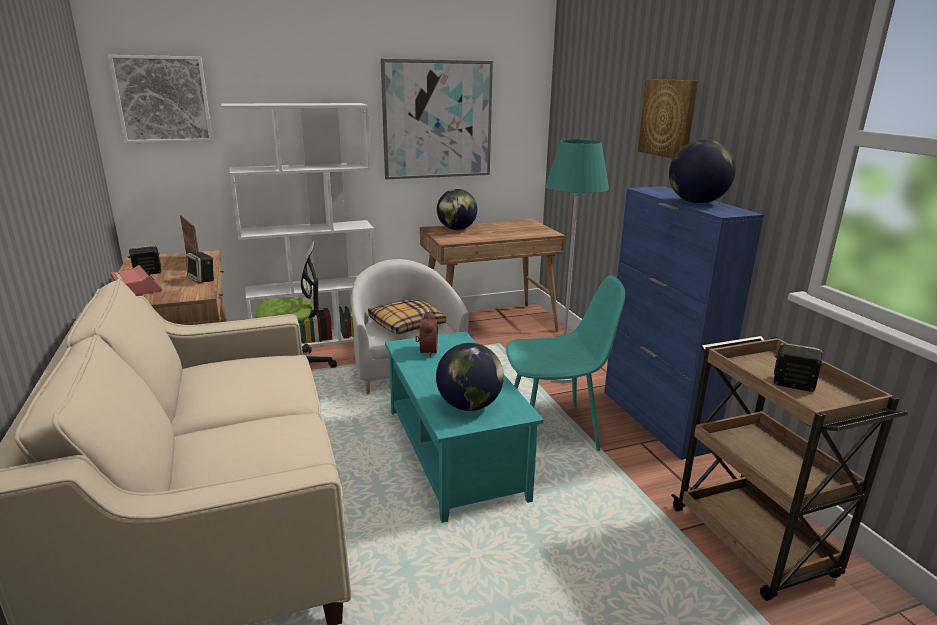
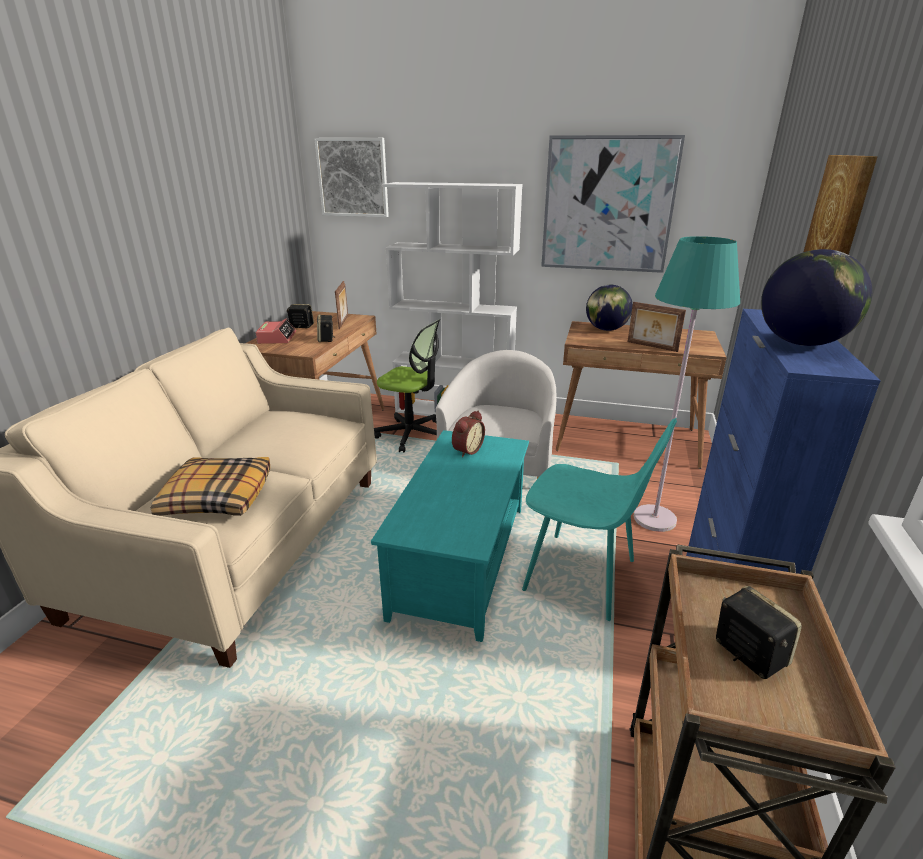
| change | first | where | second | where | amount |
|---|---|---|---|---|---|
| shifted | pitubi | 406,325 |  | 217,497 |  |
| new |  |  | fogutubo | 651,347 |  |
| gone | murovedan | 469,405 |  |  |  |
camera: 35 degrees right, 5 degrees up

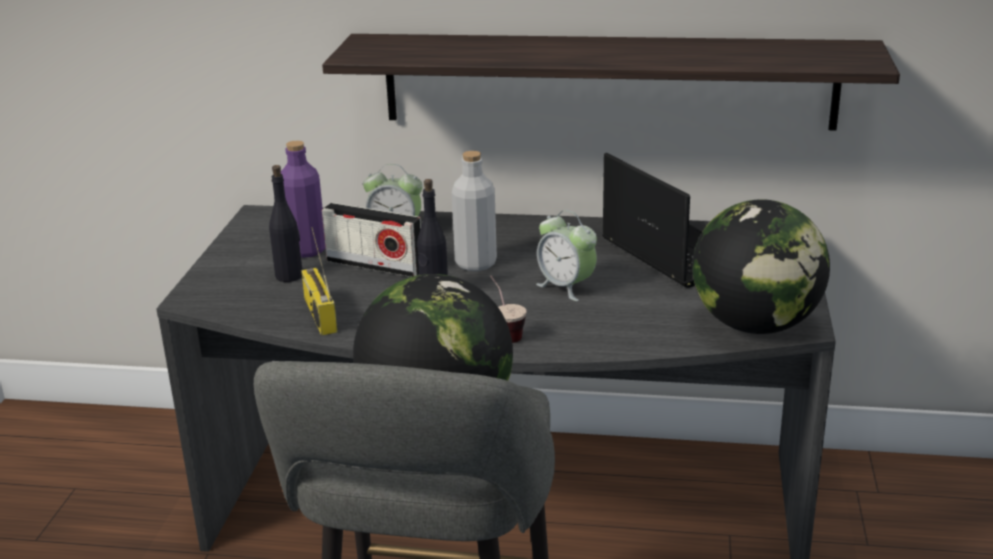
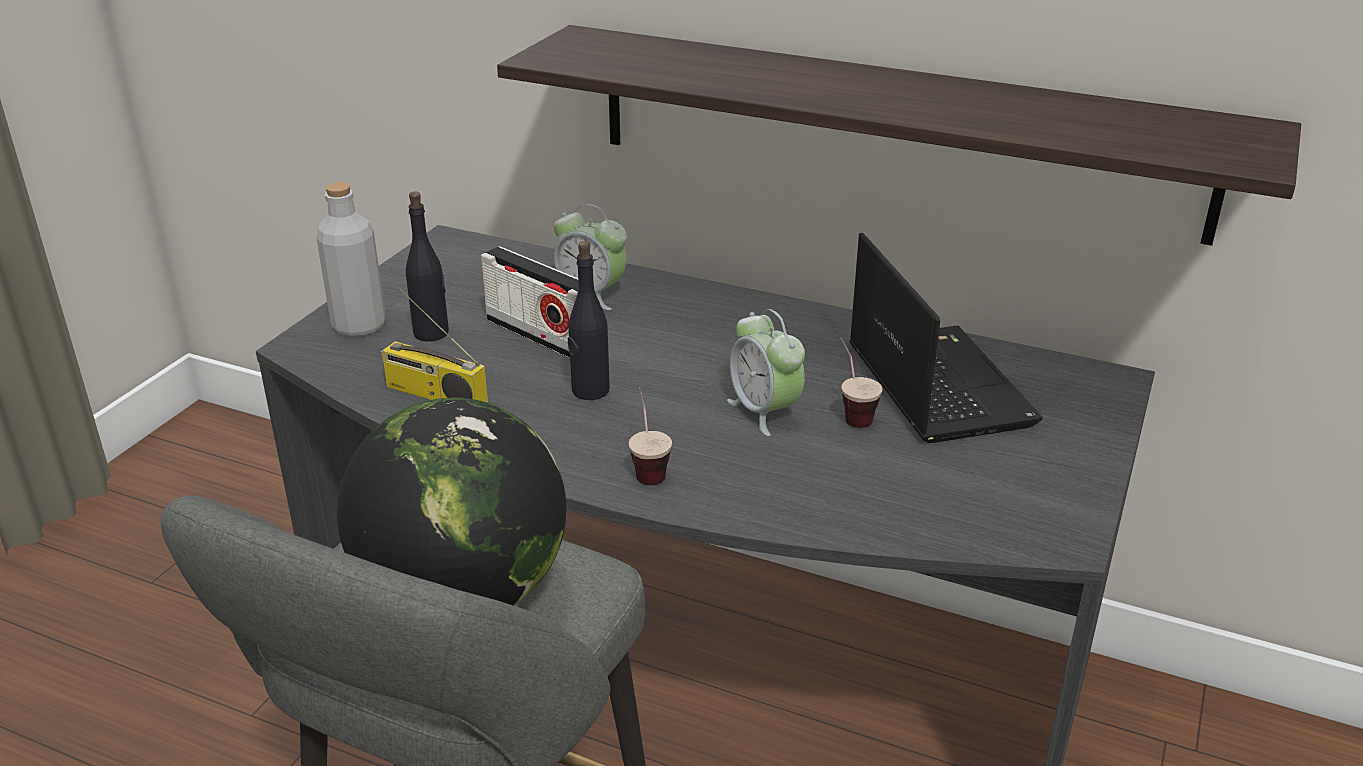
| change | first | where | second | where | amount |
|---|---|---|---|---|---|
| shifted | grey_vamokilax | 476,263 |  | 359,326 |  |
| rotated | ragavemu | 318,314 |  | 433,395 | 60 degrees counterclockwise |
| new |  |  | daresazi | 851,412 |  |
| gone | purple_vamokilax | 306,250 |  |  |  |
| gone | murovedan | 755,325 |  |  |  |
camera: 15 degrees right, 5 degrees up

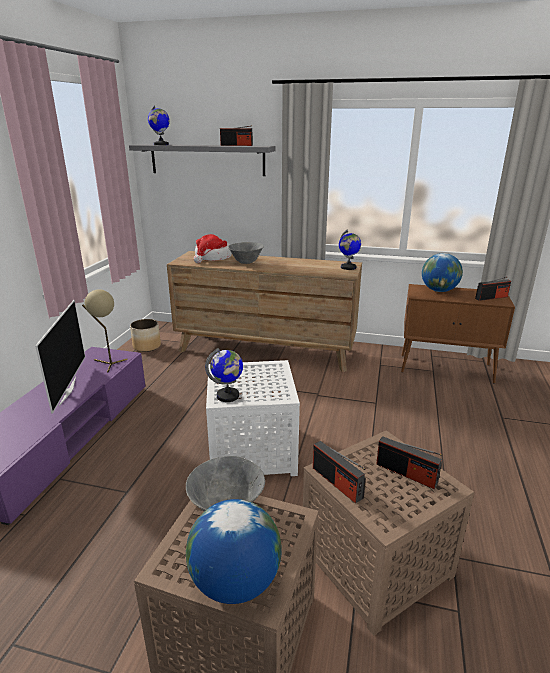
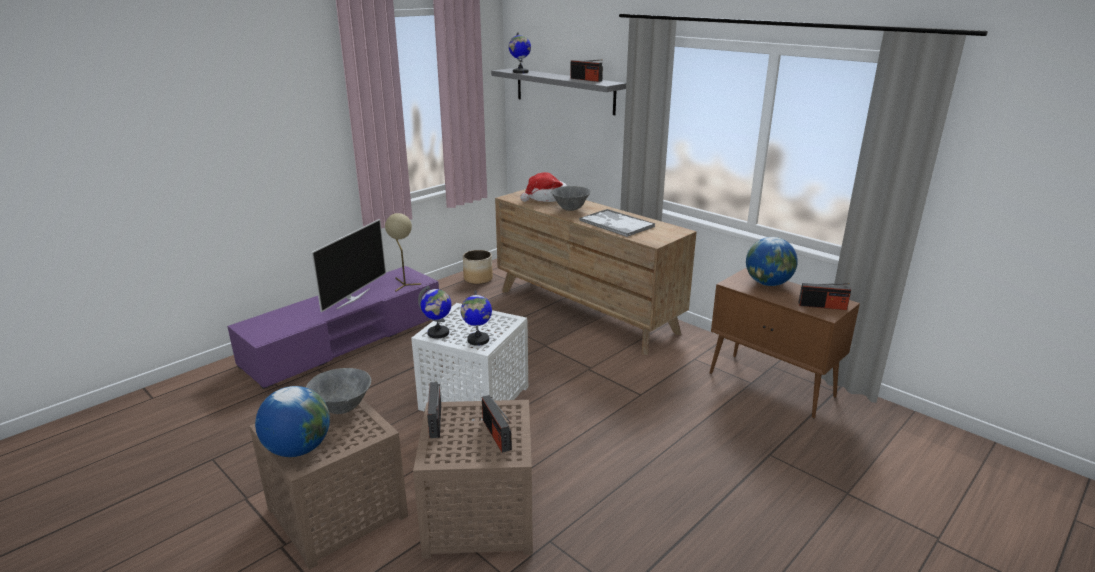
| change | first | where | second | where | amount |
|---|---|---|---|---|---|
| shifted | murovedan | 348,267 |  | 478,340 |  |
| new |  |  | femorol | 616,223 |  |
camera: 30 degrees right, 0 degrees up

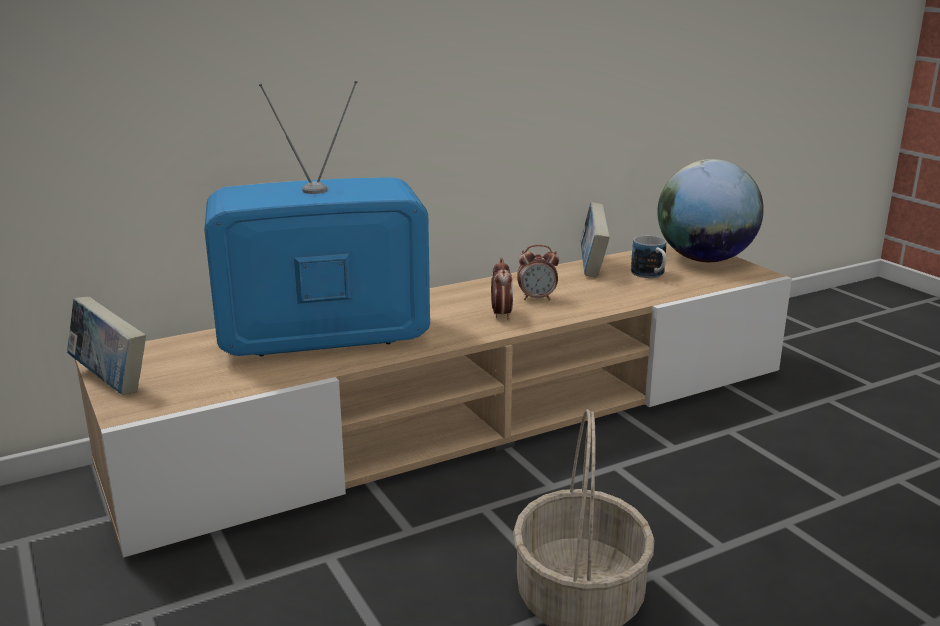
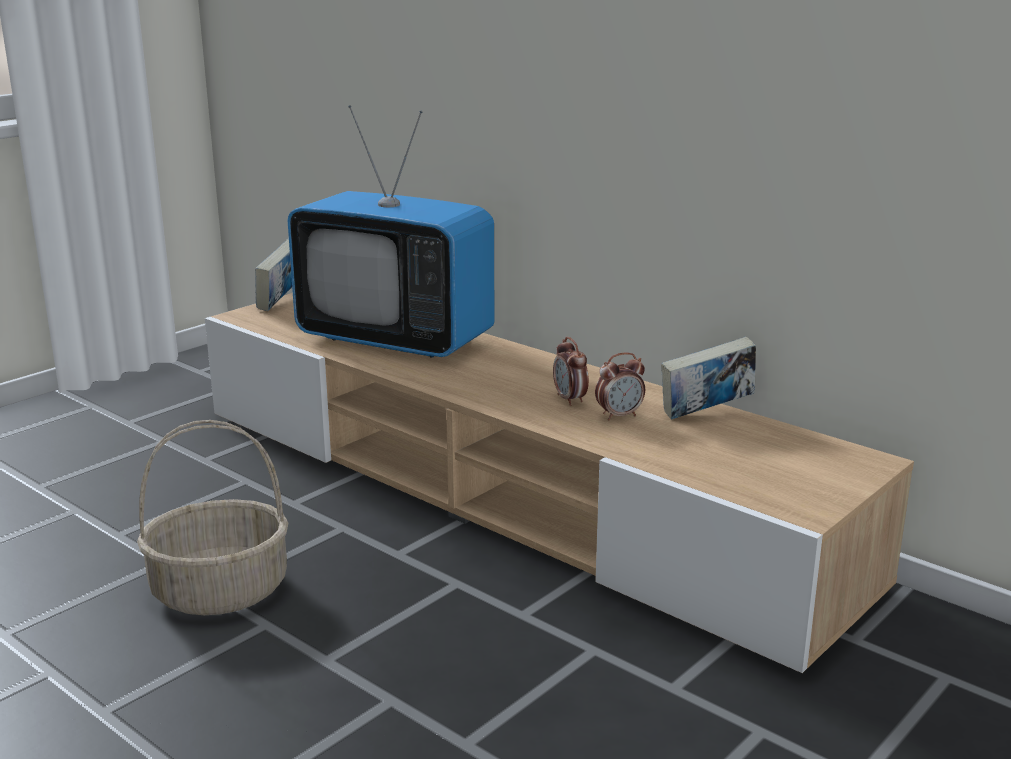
| change | first | where | second | where | amount |
|---|---|---|---|---|---|
| rotated | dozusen | 323,339 |  | 395,340 | 150 degrees clockwise |
| shifted | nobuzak | 501,314 |  | 619,415 |  |
| gone | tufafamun | 651,275 |  |  |  |
| gone | murovedan | 704,259 |  |  |  |
camera: 70 degrees right, 0 degrees up

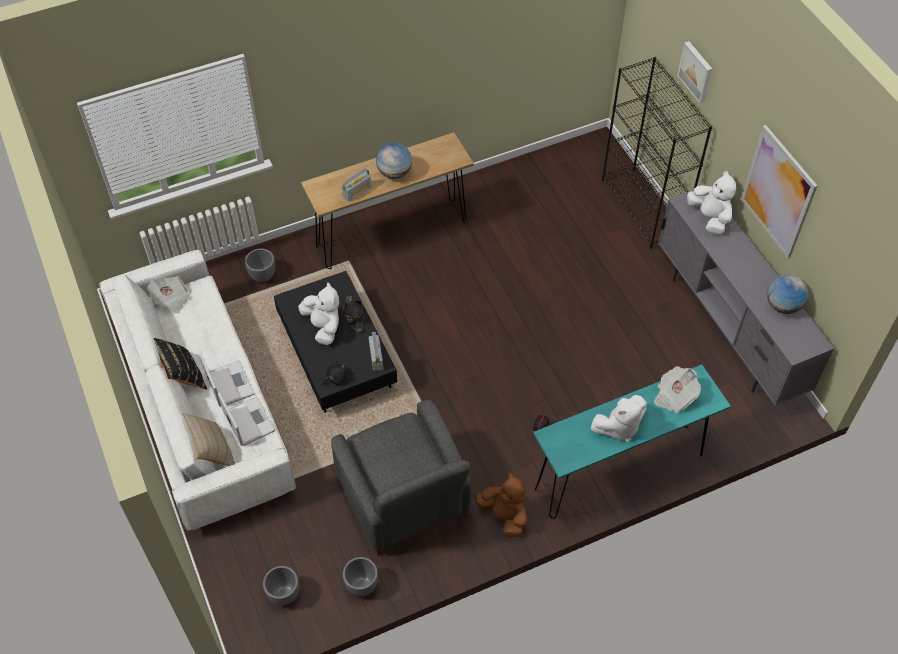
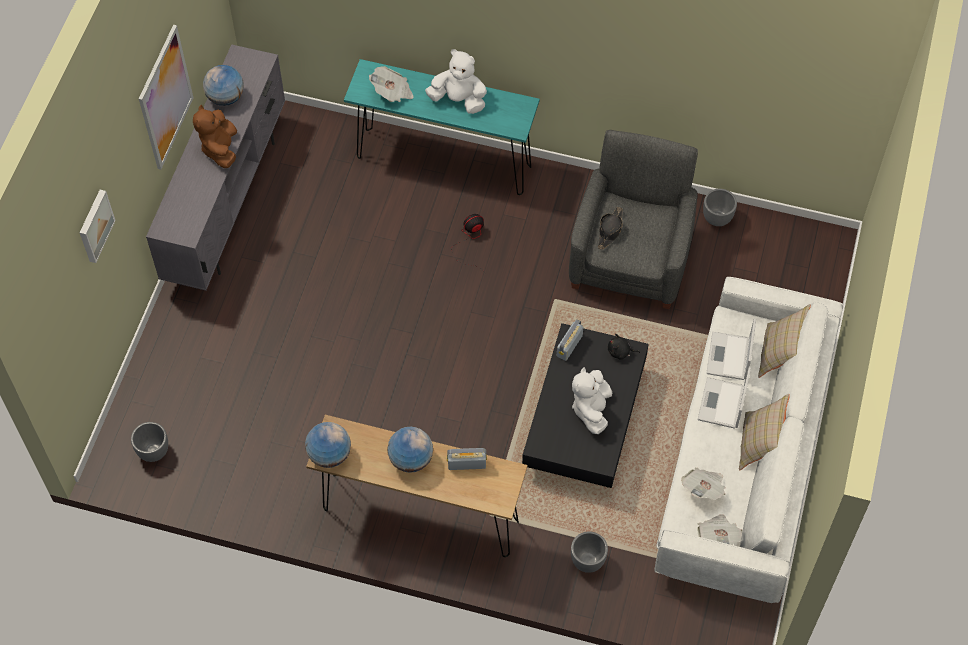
| change | first | where | second | where | amount |
|---|---|---|---|---|---|
| shifted | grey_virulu | 283,594 |  | 154,452 |  |
| shifted | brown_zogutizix | 504,516 |  | 220,149 |  |
| new |  |  | murovedan | 329,454 |  |
| shifted | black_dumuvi | 354,315 |  | 610,230 |  |
| new |  |  | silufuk | 704,488 |  |
| repainted | black_pitubi | 181,375 | beige_pitubi | 760,444 |  |
| gone | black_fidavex | 642,208 |  |  |  |
| gone | white_zogutizix | 709,217 |  |  |  |
camera: 140 degrees left, 5 degrees up

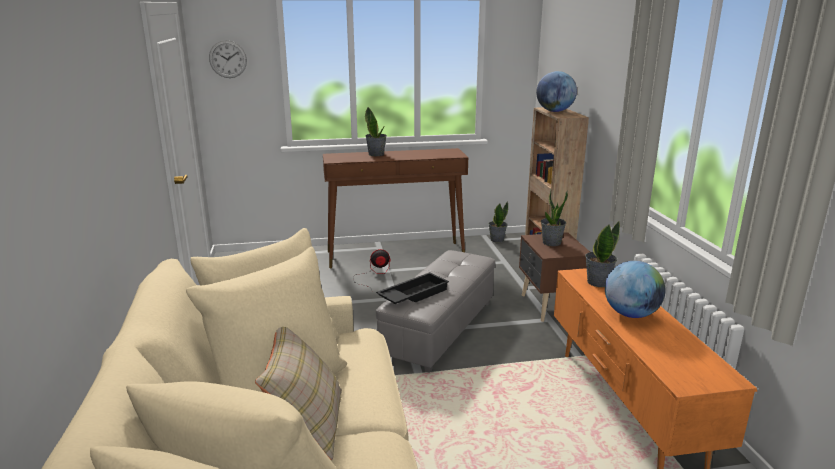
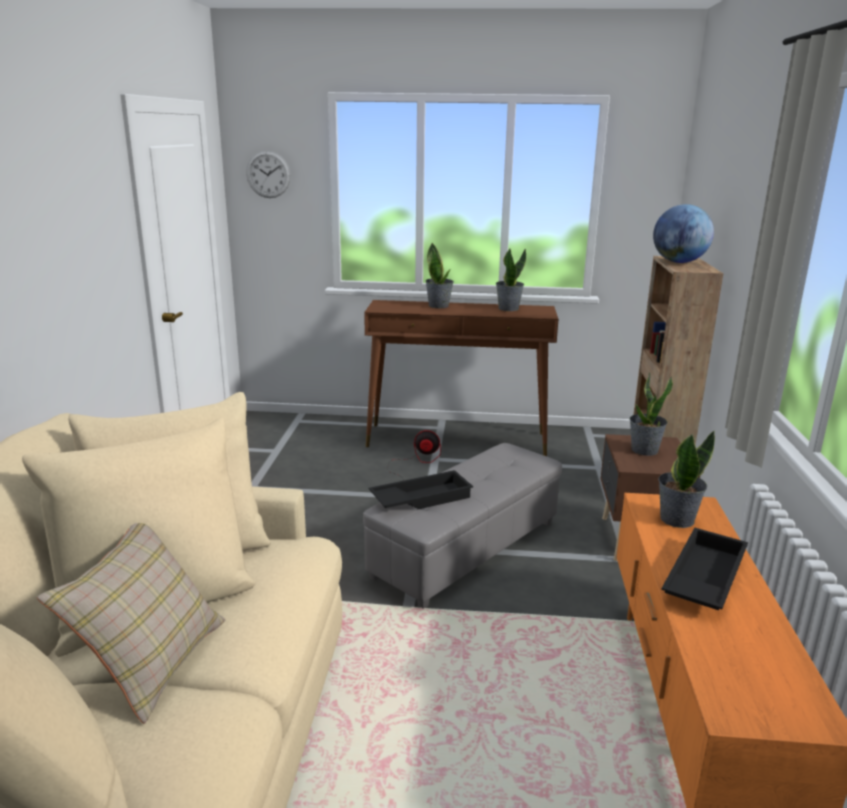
| change | first | where | second | where | amount |
|---|---|---|---|---|---|
| shifted | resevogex | 497,239 |  | 508,308 |  |
| swapped | murovedan | 631,314 | black_femorol | 702,578 |  |
camera: 15 degrees right, 0 degrees up

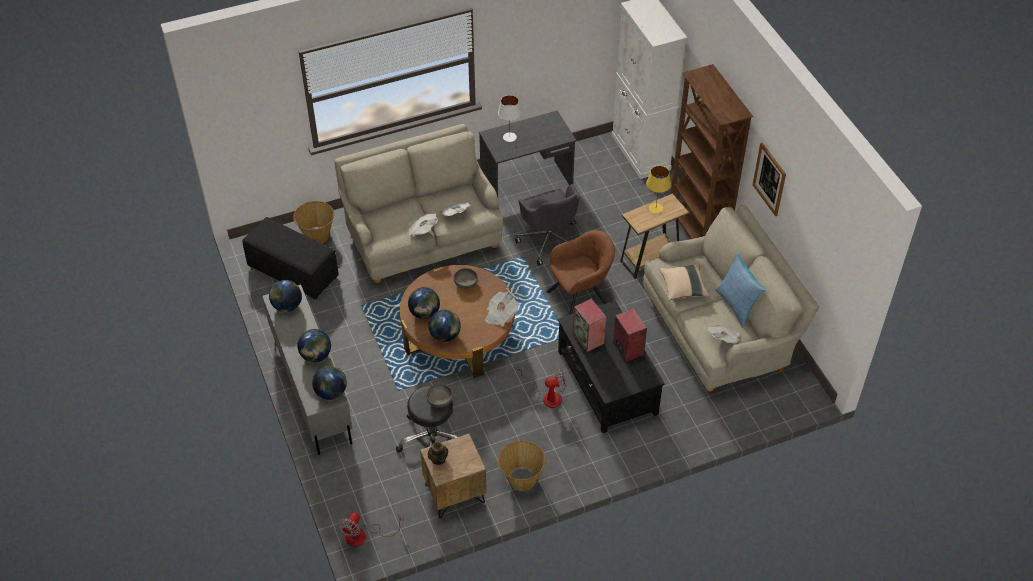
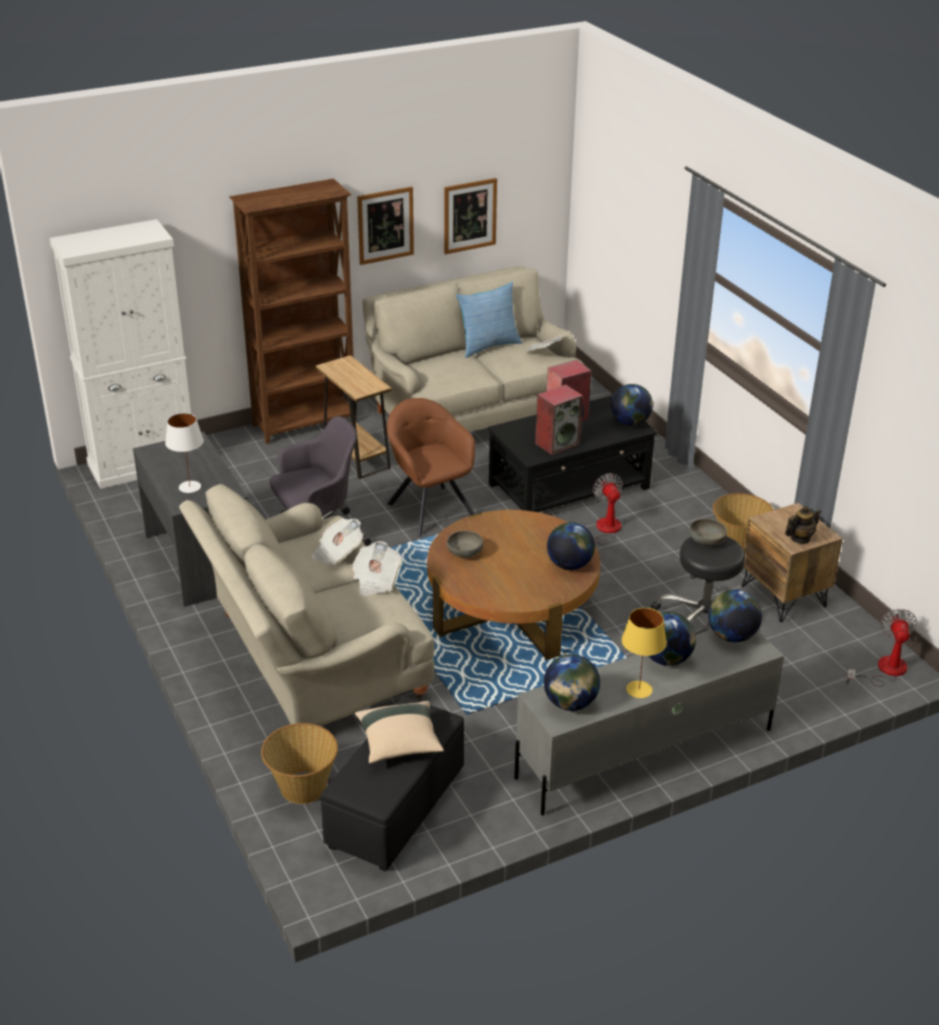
| change | first | where | second | where | amount |
|---|---|---|---|---|---|
| shifted | beige_pitubi | 683,287 |  | 399,743 |  |
| new |  |  | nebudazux | 469,215 |  |
| shifted | murovedan | 424,313 |  | 630,422 |  |
| shifted | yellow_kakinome | 656,208 |  | 639,689 |  |
| rotated | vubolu | 363,536 |  | 884,670 | 105 degrees counterclockwise |
| gone | silufuk | 500,315 |  |  |  |
camera: 95 degrees left, 15 degrees down

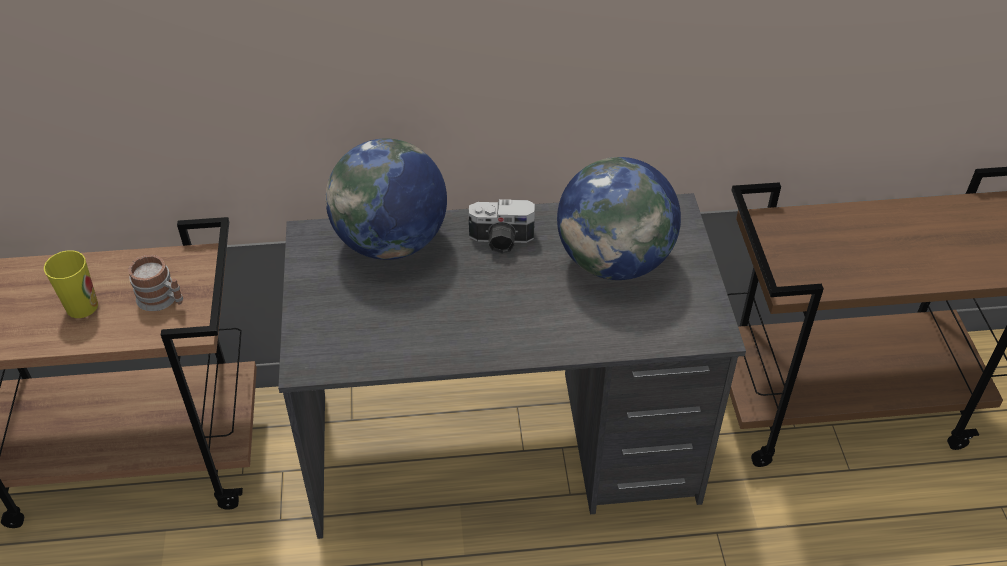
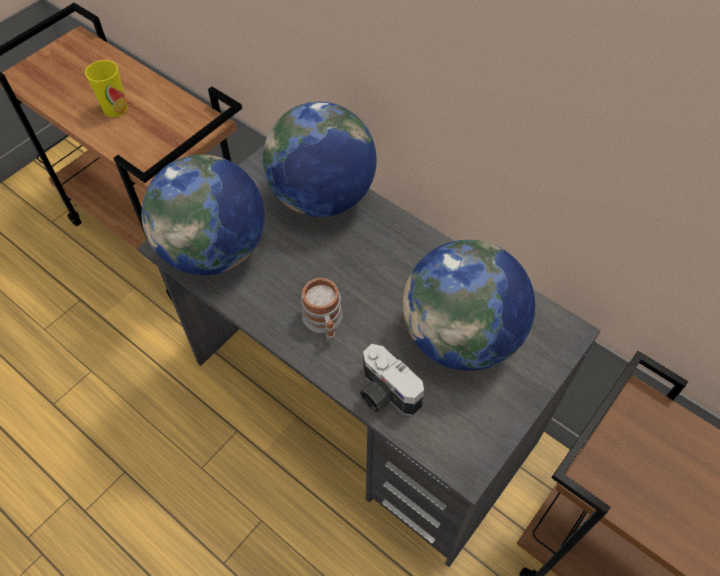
| change | first | where | second | where | amount |
|---|---|---|---|---|---|
| new |  |  | murovedan | 214,251 |  |
| shifted | tufafamun | 162,299 |  | 324,322 |  |
| shifted | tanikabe | 501,241 |  | 384,394 |  |
camera: 45 degrees right, 10 degrees up

